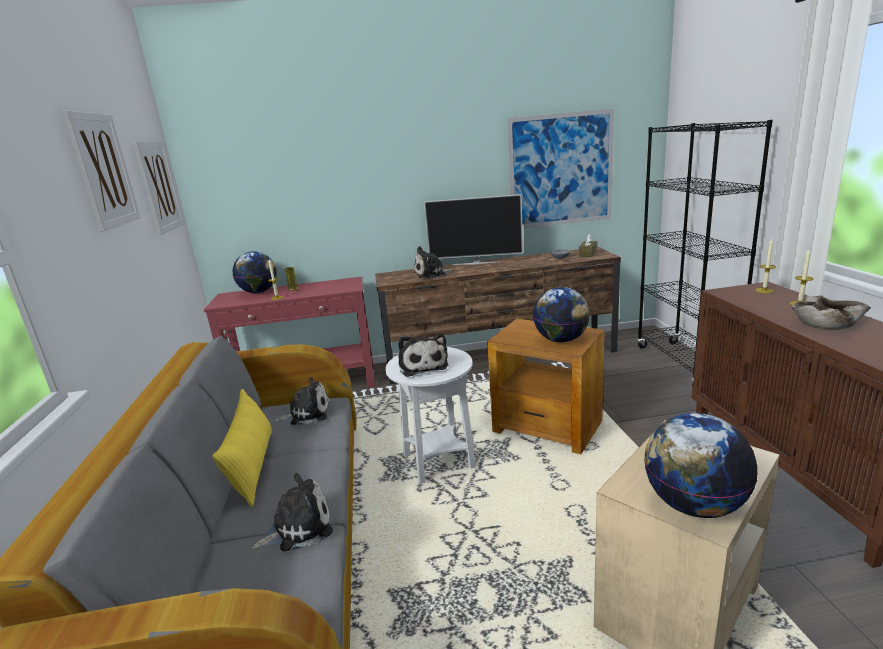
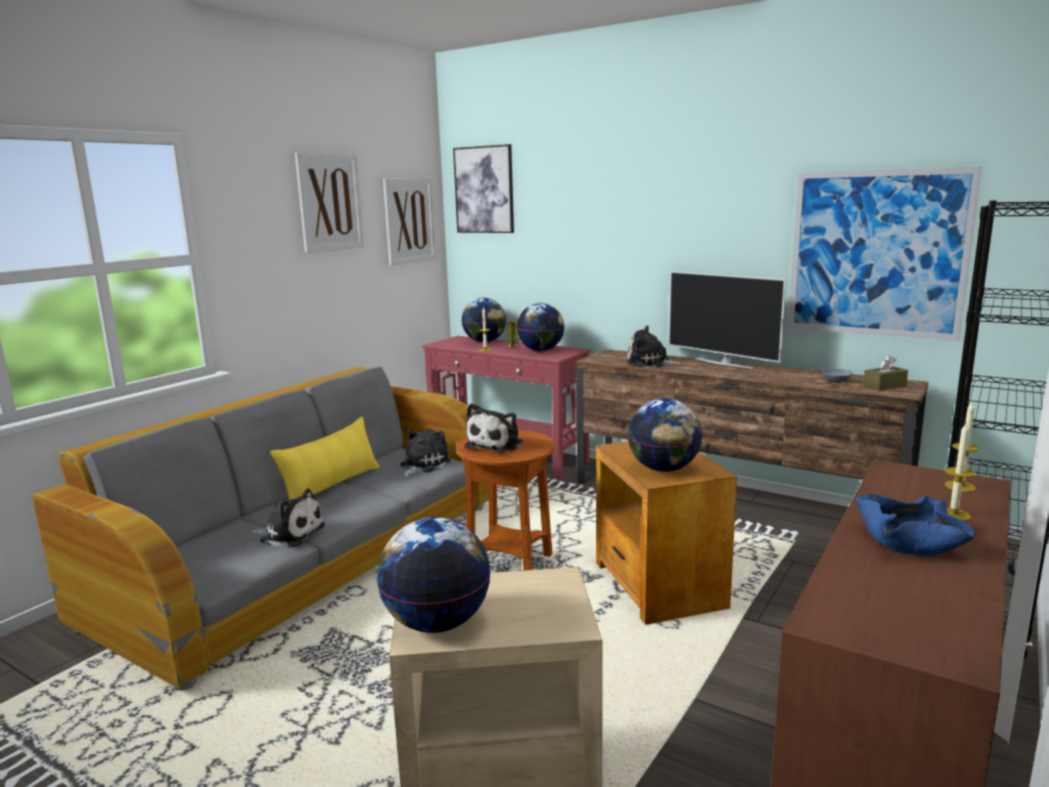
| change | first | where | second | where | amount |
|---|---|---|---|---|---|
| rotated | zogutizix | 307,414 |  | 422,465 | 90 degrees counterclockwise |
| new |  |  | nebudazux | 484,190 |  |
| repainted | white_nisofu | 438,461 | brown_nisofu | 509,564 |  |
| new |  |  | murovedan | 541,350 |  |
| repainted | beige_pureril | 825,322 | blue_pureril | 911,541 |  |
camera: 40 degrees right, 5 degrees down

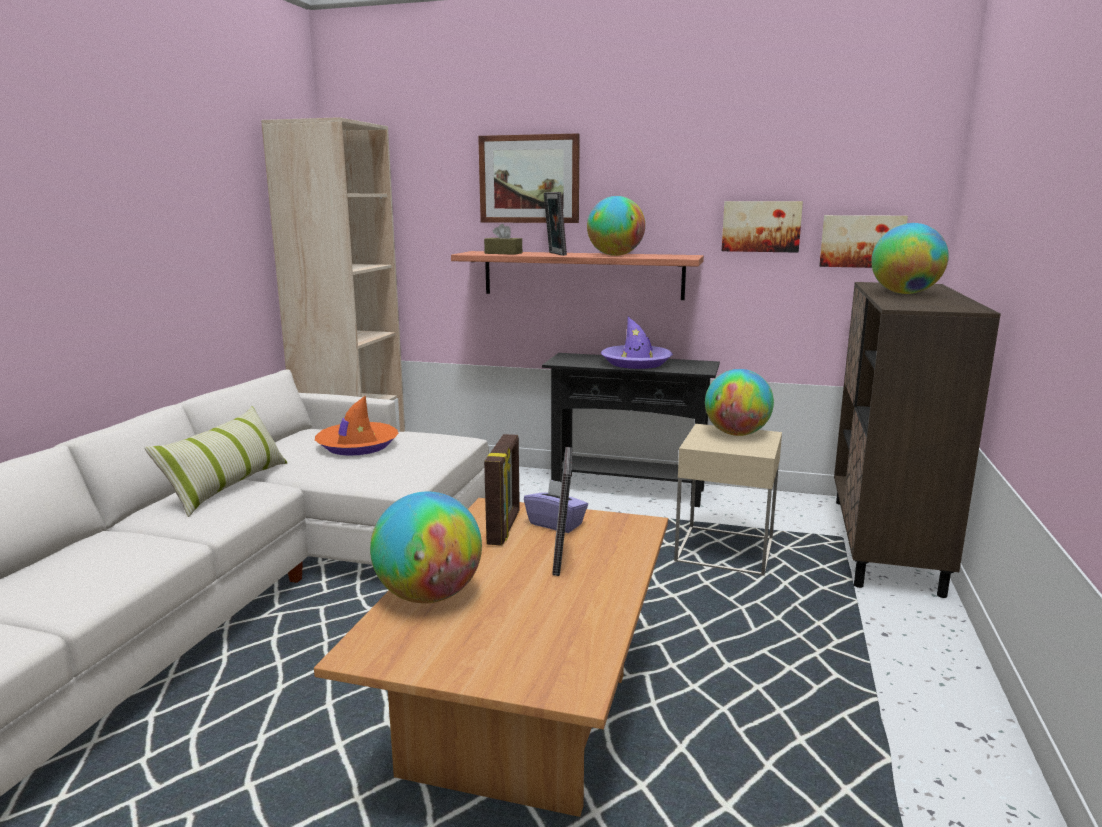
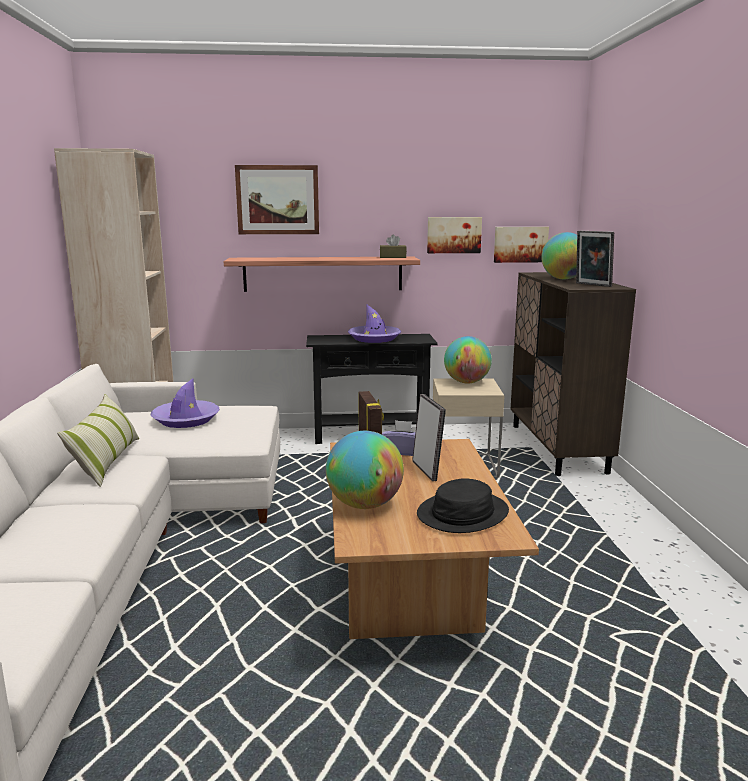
| change | first | where | second | where | amount |
|---|---|---|---|---|---|
| repainted | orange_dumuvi | 357,446 | purple_dumuvi | 186,420 |  |
| shifted | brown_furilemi | 503,253 |  | 393,257 |  |
| new |  |  | black_dumuvi | 463,513 |  |
| shifted | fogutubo | 555,254 |  | 592,285 |  |
| gone | murovedan | 615,255 |  |  |  |
camera: 20 degrees left, 0 degrees up

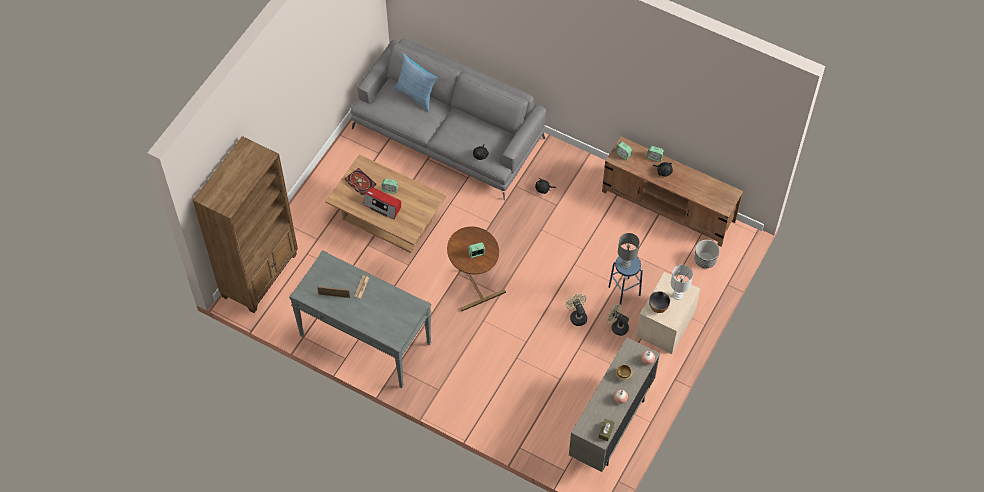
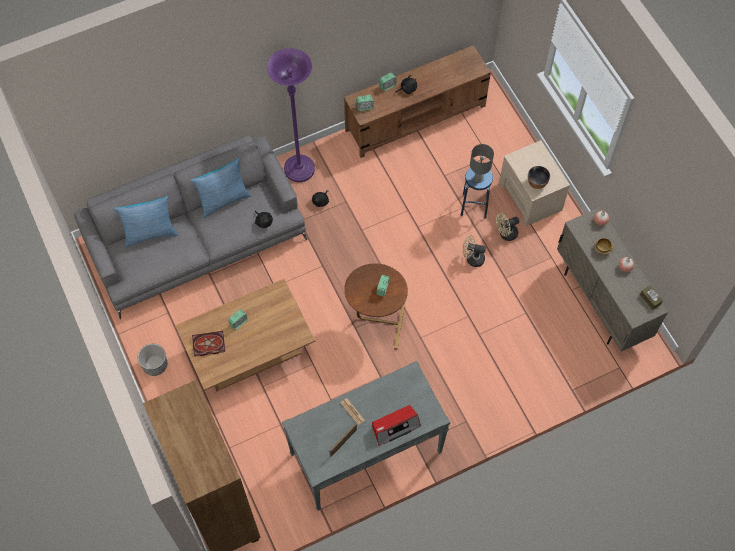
| change | first | where | second | where | amount |
|---|---|---|---|---|---|
| shifted | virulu | 705,260 |  | 155,365 |  |
| new |  |  | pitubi | 223,200 |  |
| new |  |  | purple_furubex | 299,169 |  |
| shifted | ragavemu | 383,206 |  | 395,427 |  |
| gone | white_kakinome | 678,296 |  |  |  |
camera: 55 degrees left, 5 degrees up

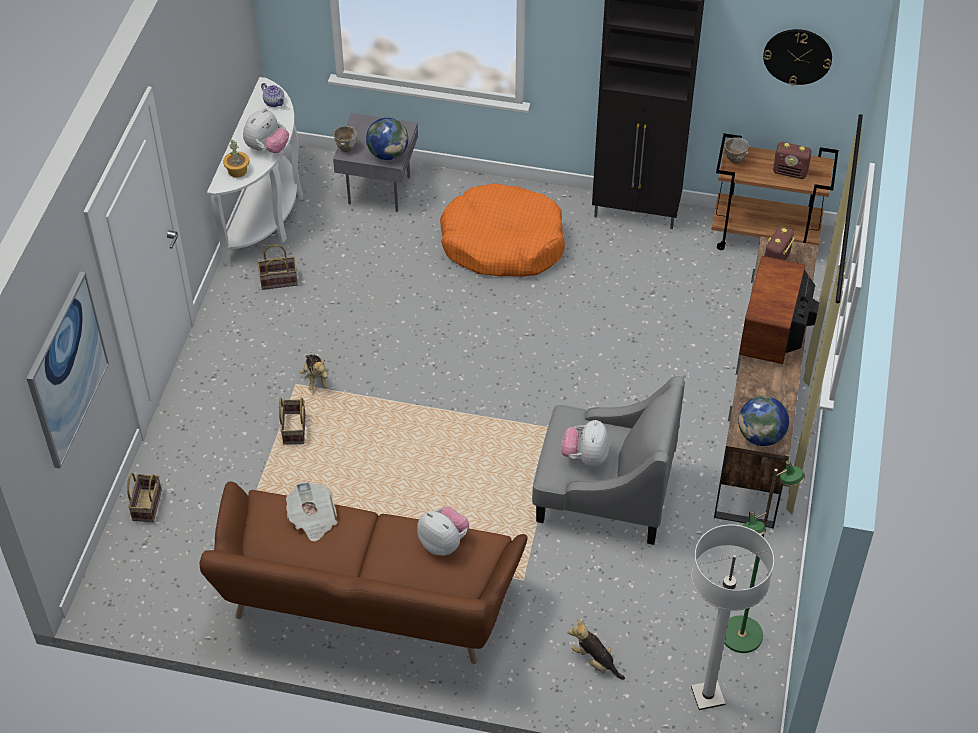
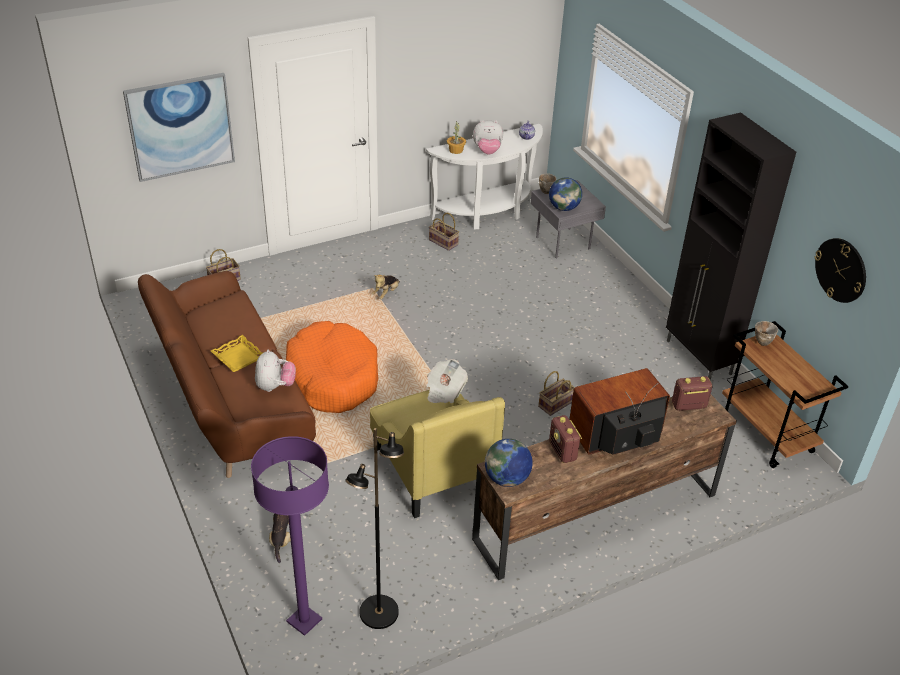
| change | first | where | second | where | amount |
|---|---|---|---|---|---|
| new |  |  | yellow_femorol | 239,357 |  |
| repainted | white_furubex | 707,696 | purple_furubex | 304,620 |  |
| shifted | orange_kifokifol | 502,243 |  | 332,377 |  |
| repainted | green_furubex | 742,635 | black_furubex | 378,613 |  |
| repainted | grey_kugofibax | 603,493 | yellow_kugofibax | 432,468 |  |
| shifted | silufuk | 312,519 |  | 444,391 |  |
| shifted | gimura | 293,428 |  | 555,403 |  |
| shifted | ragavemu | 790,172 |  | 563,451 |  |
| gone | zogutizix | 585,457 |  |  |  |
camera: 50 degrees right, 10 degrees down

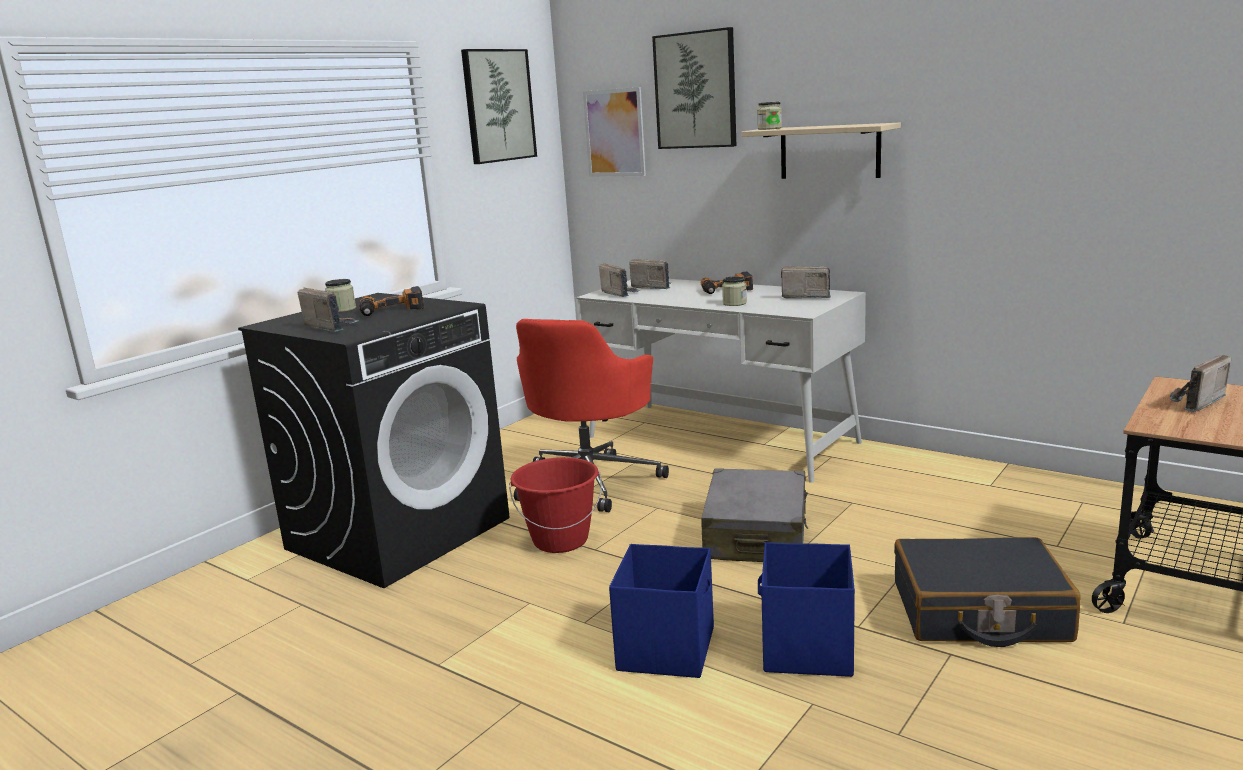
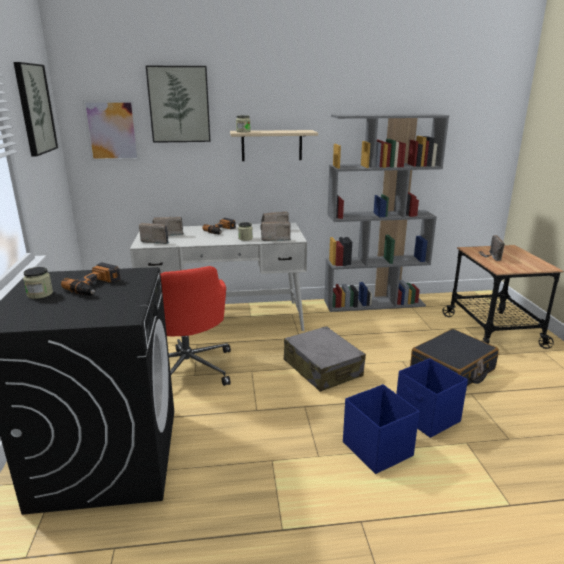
| change | first | where | second | where | amount |
|---|---|---|---|---|---|
| shifted | ragavemu | 330,327 |  | 275,239 |  |
| new |  |  | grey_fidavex | 374,303 |  |
| gone | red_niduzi | 560,540 |  |  |  |
camera: 45 degrees left, 5 degrees up

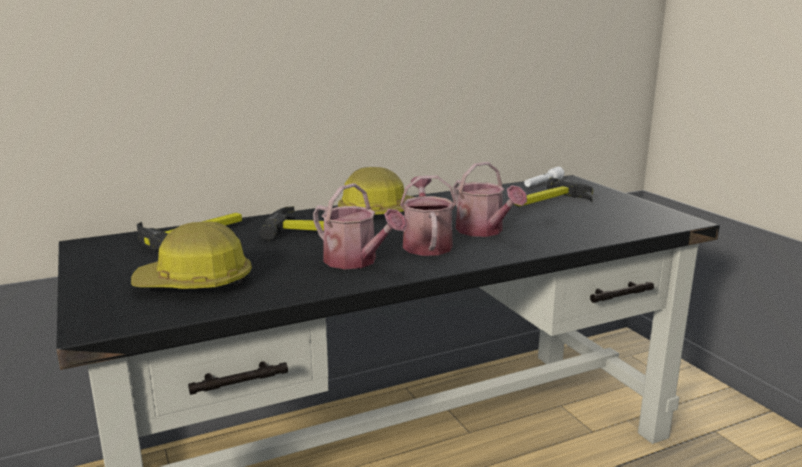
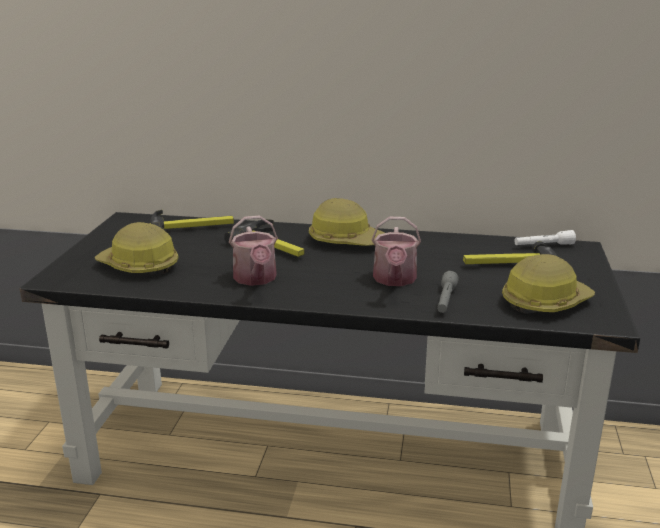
| change | first | where | second | where | amount |
|---|---|---|---|---|---|
| new |  |  | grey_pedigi | 445,300 |  |
| new |  |  | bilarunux | 544,302 |  |
| gone | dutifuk | 426,244 |  |  |  |
camera: 35 degrees right, 5 degrees up

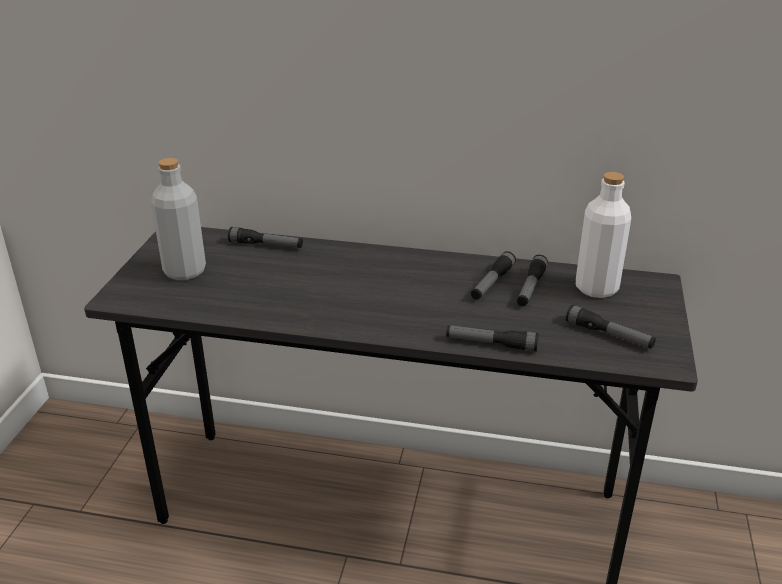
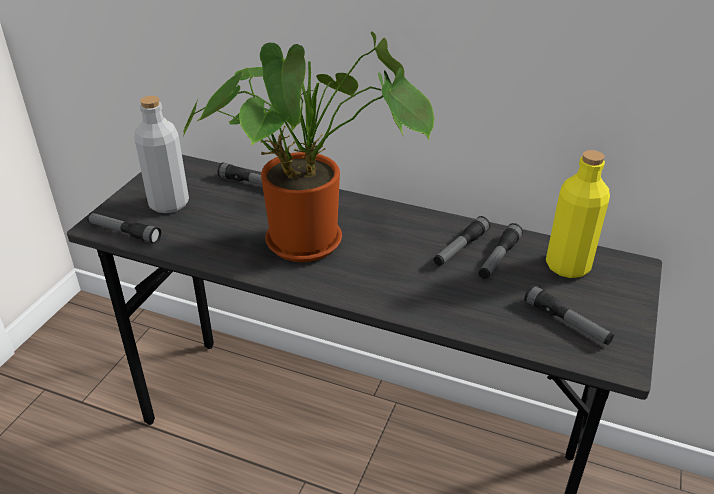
| change | first | where | second | where | amount |
|---|---|---|---|---|---|
| shifted | pedigi | 491,344 |  | 124,233 |  |
| new |  |  | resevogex | 313,240 |  |
| repainted | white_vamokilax | 596,288 | yellow_vamokilax | 567,266 |  |
camera: 10 degrees right, 5 degrees up

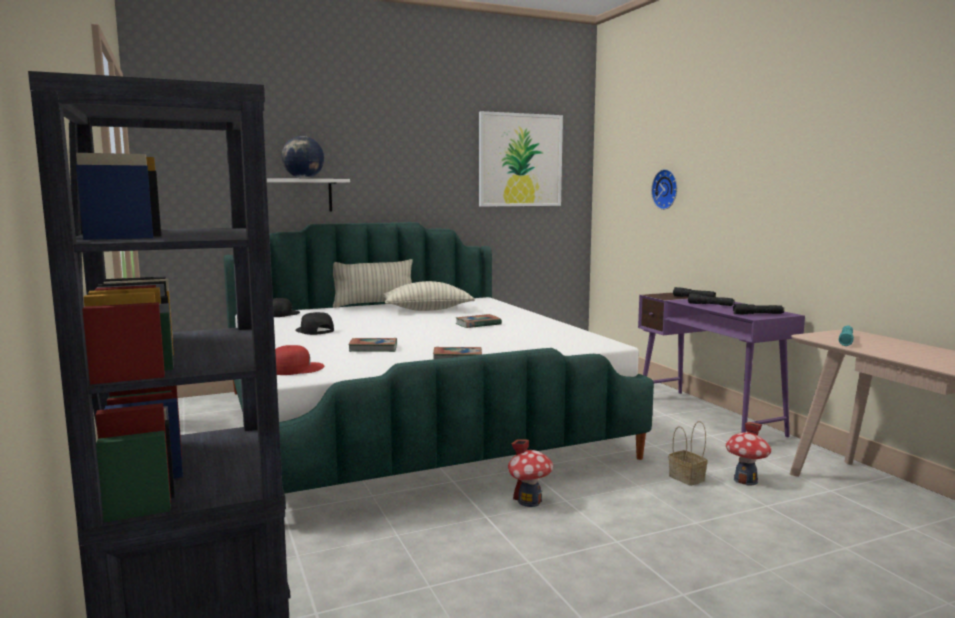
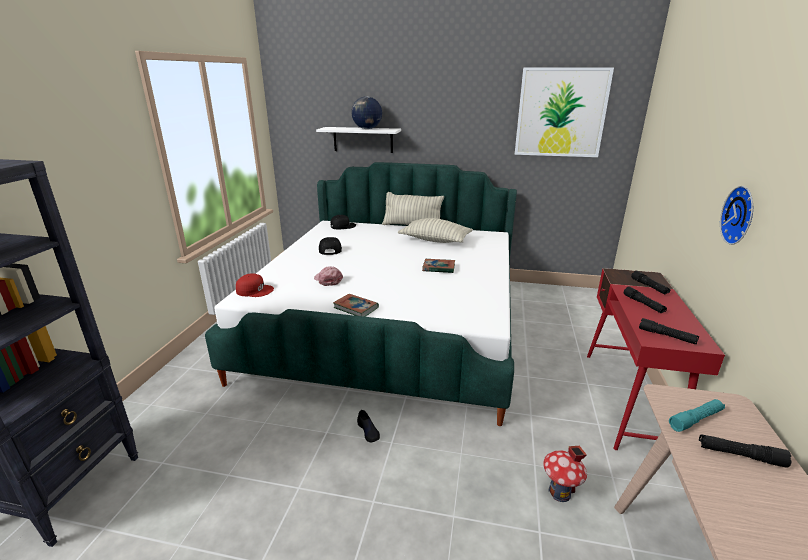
| change | first | where | second | where | amount |
|---|---|---|---|---|---|
| swapped | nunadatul | 373,348 | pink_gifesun | 328,280 |  |
| swapped | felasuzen | 529,501 | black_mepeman | 368,431 |  |
| repainted | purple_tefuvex | 708,416 | red_tefuvex | 627,400 |  |
| new |  |  | black_pedigi | 740,455 |  |
| shifted | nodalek | 666,189 |  | 741,215 |  |
| gone | gimura | 688,478 |  |  |  |
camera: 35 degrees right, 15 degrees up

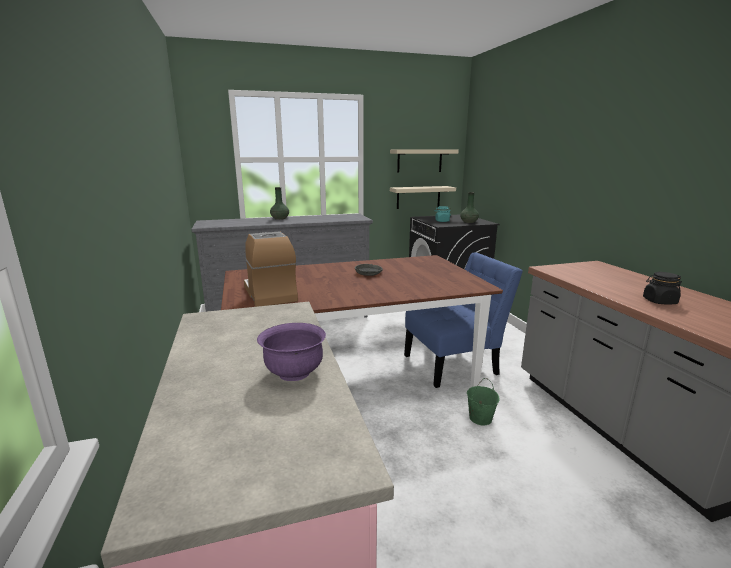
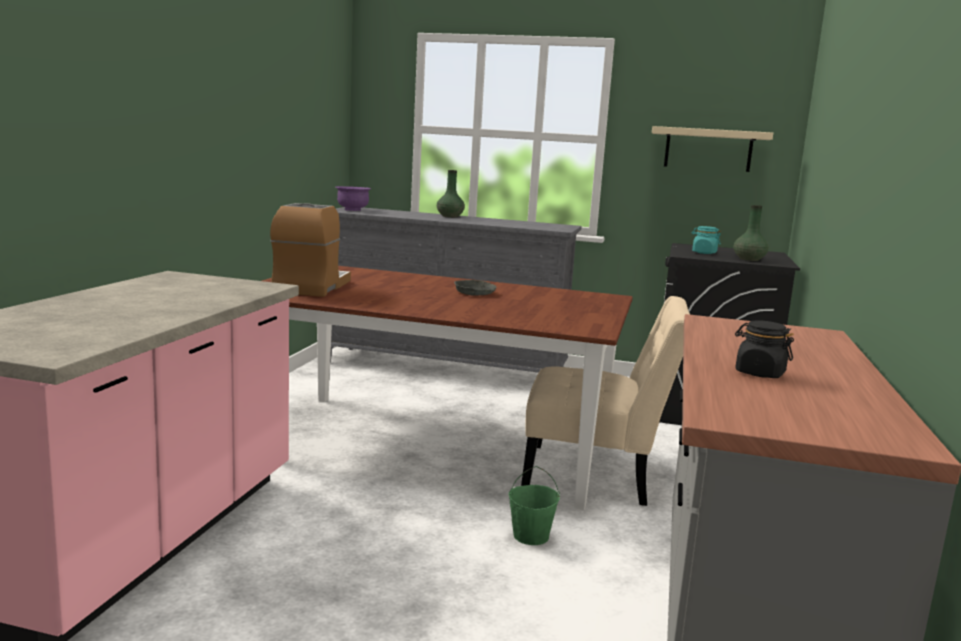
| change | first | where | second | where | amount |
|---|---|---|---|---|---|
| shifted | purple_pureril | 294,373 |  | 352,210 |  |
| repainted | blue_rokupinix | 455,364 | beige_rokupinix | 596,475 |  |
| gone | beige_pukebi | 418,197 |  |  |  |
camera: 30 degrees right, 5 degrees down

